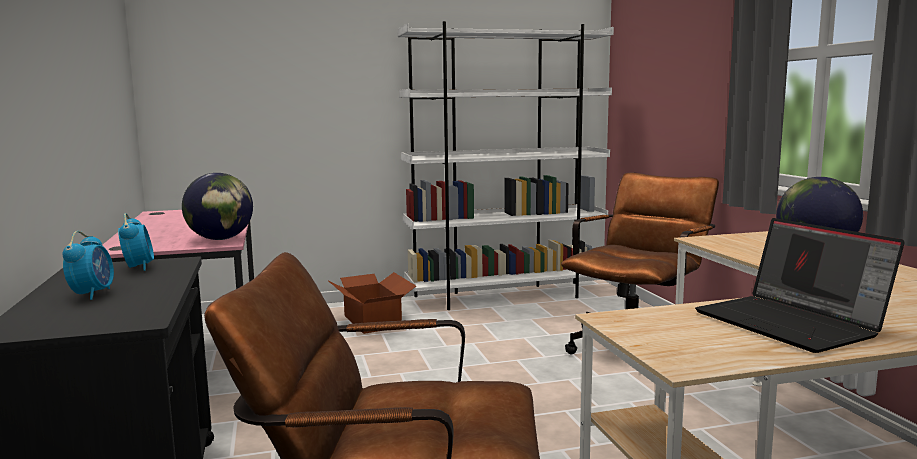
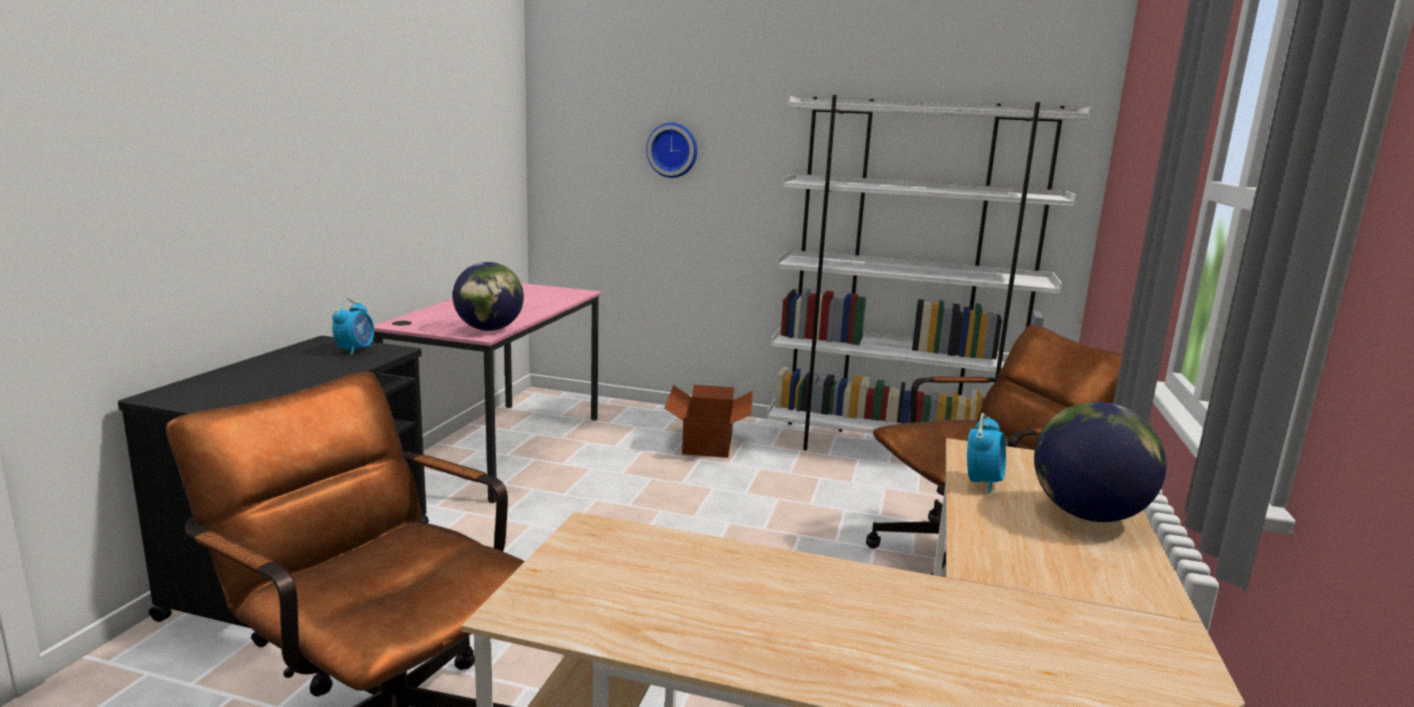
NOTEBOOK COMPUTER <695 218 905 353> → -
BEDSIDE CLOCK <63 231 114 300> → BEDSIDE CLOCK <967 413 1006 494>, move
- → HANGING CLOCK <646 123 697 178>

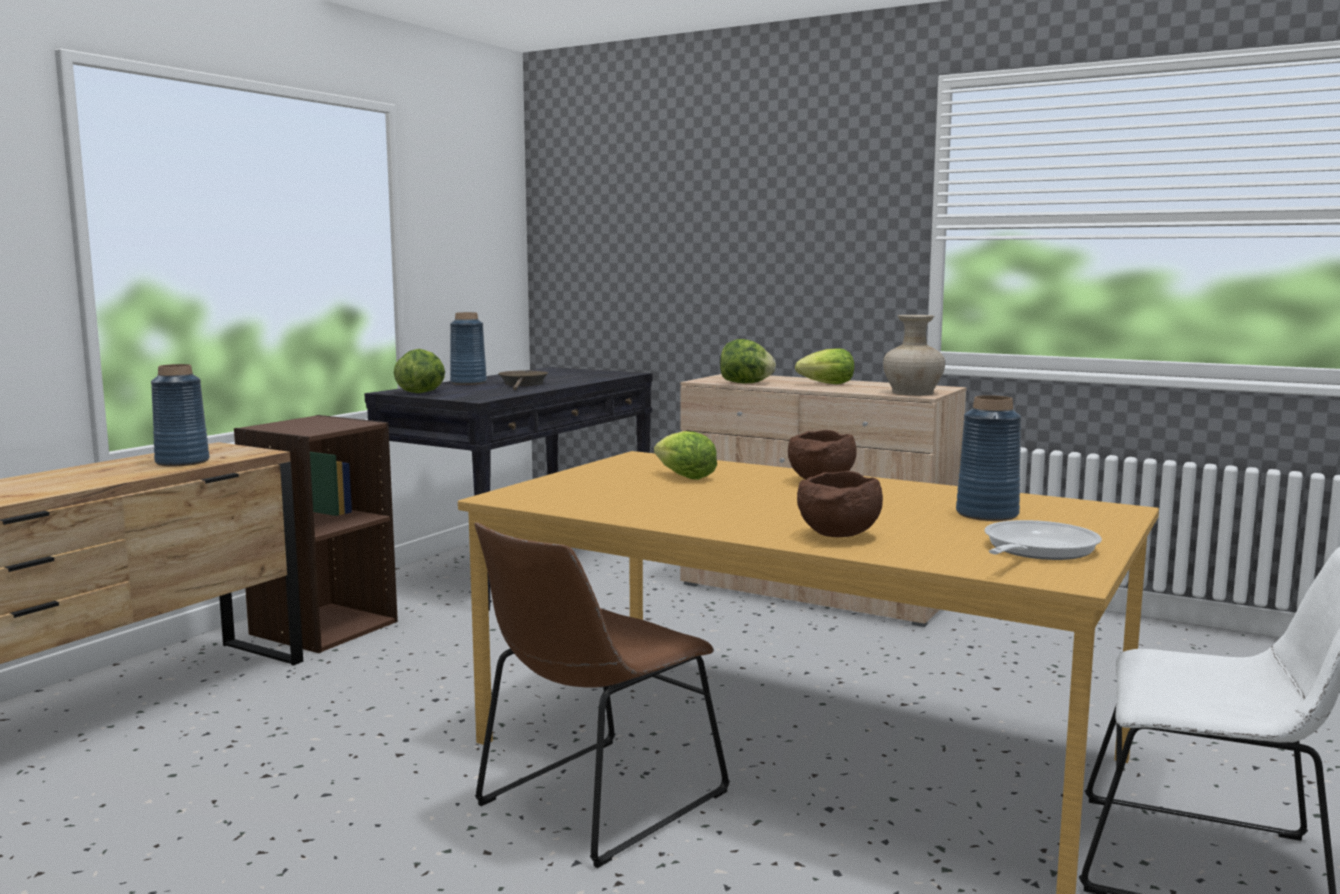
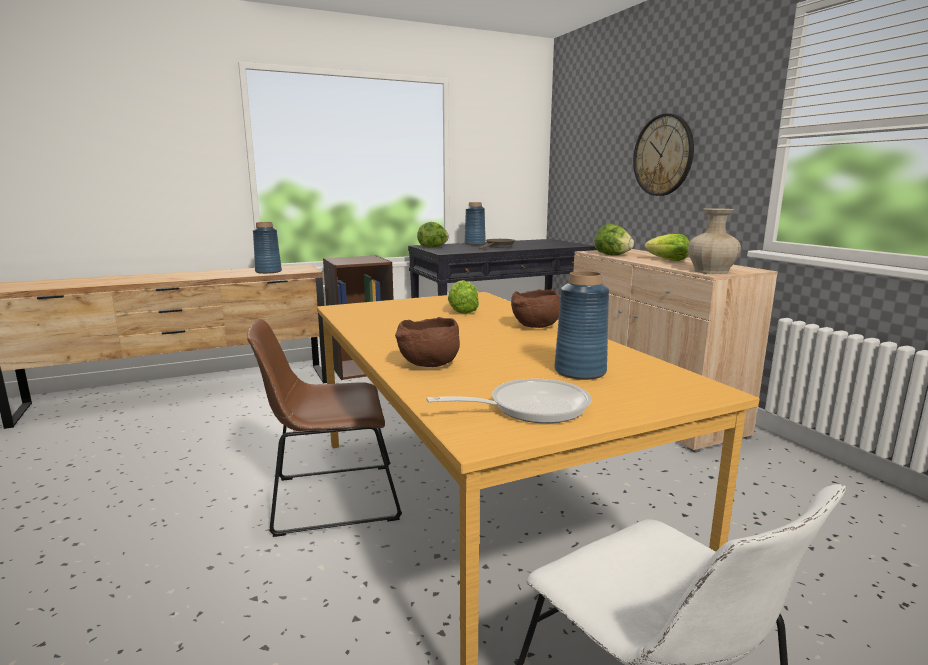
- → HANGING CLOCK <633 113 694 196>

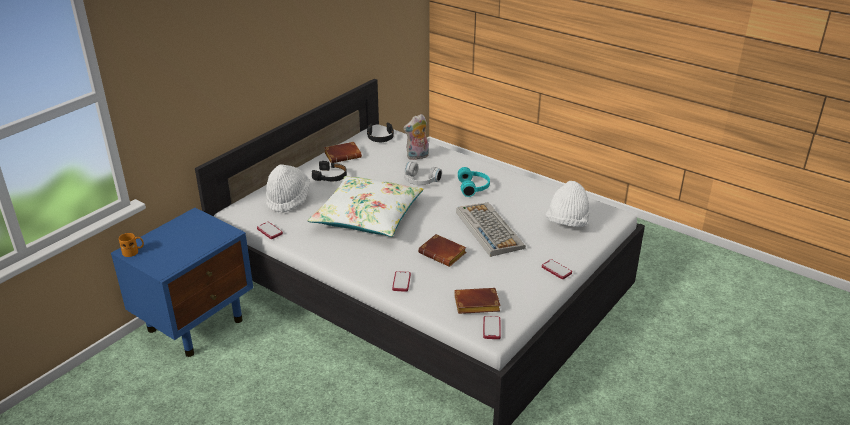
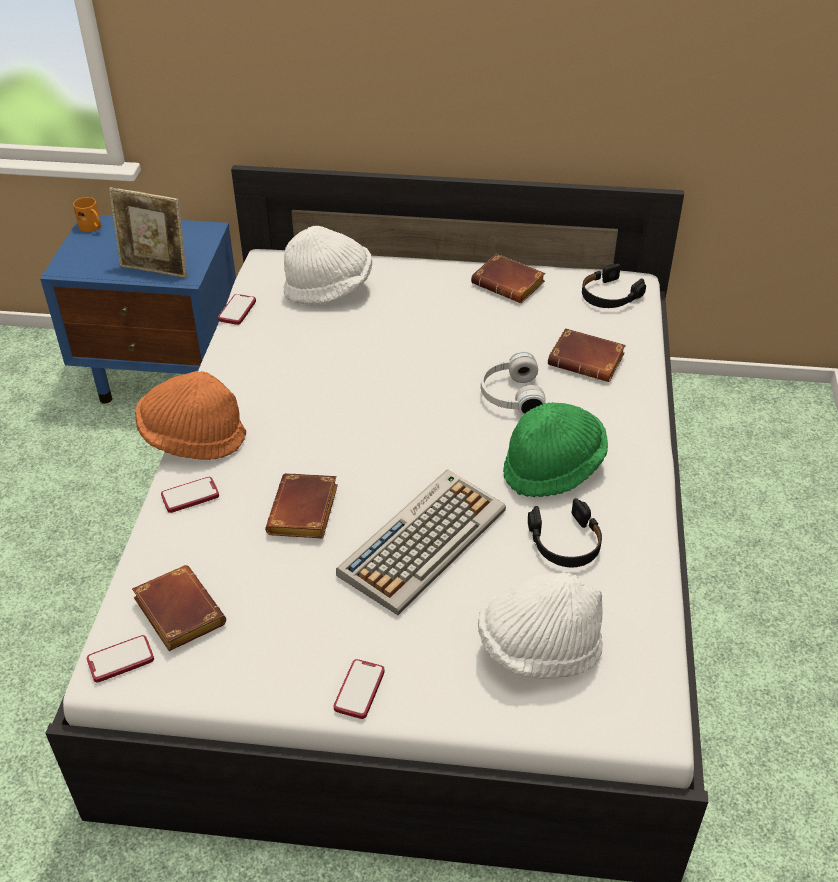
SOFT TOY <403 114 429 160> → BROWNISH VOLUME <548 328 626 382>
BLACKISH PAIR OF HEADPHONES <312 161 347 181> → BLACKISH PAIR OF HEADPHONES <528 498 602 567>, move
TURQUOISE PAIR OF HEADPHONES <458 167 490 197> → GREEN-COLOURED HAT <503 402 608 497>
WHITE-COLOURED THROW PILLOW <308 176 423 237> → -
- → STANDING FRAME <109 187 187 278>
- → ORANGEY HAT <135 371 246 460>

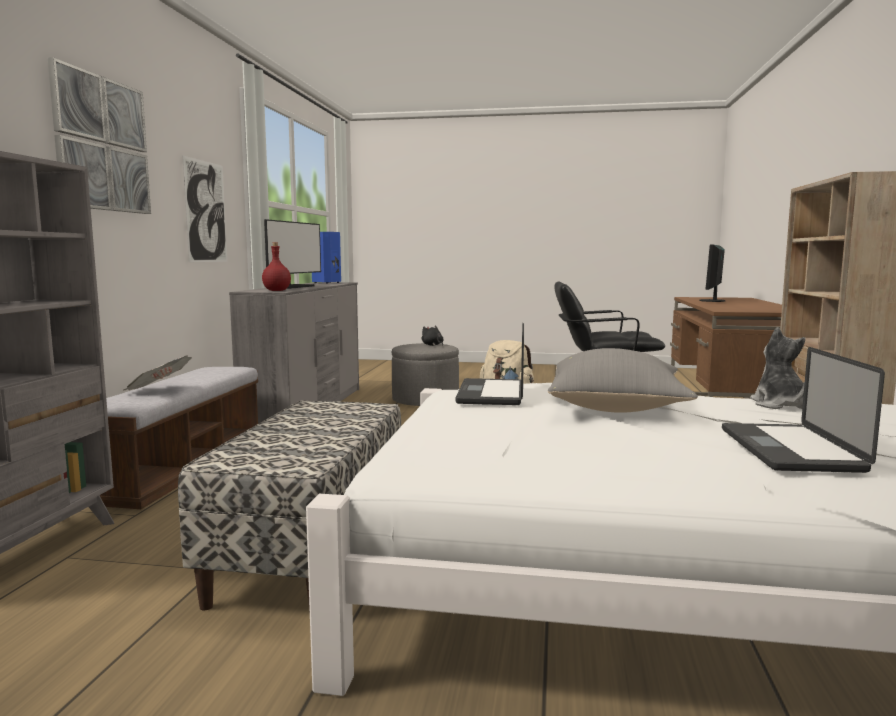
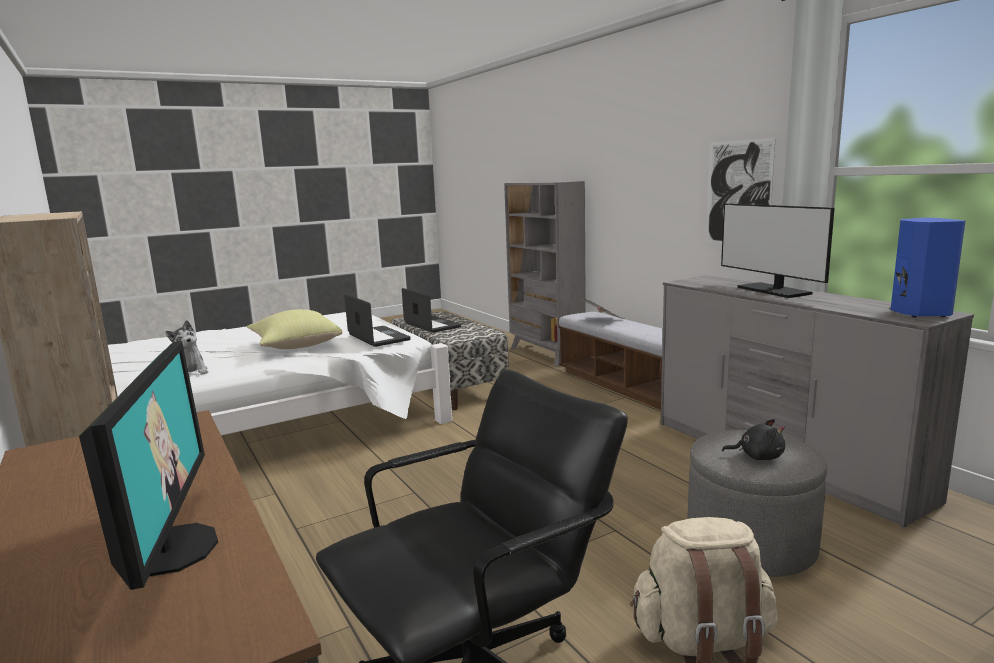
WALL ART <48 57 151 214> → -
RED BOTTLE <262 242 291 291> → -
NOTEBOOK COMPUTER <722 347 885 473> → NOTEBOOK COMPUTER <402 288 461 333>, move
GRAY THROW PILLOW <548 348 698 413> → YELLOW THROW PILLOW <247 309 343 349>

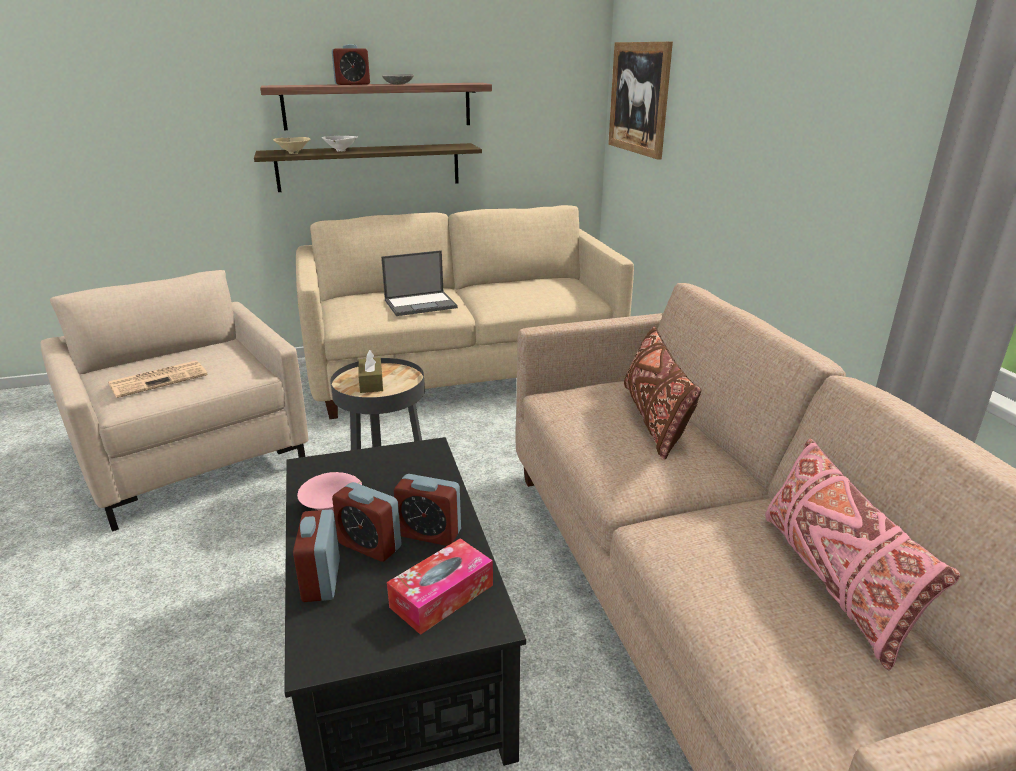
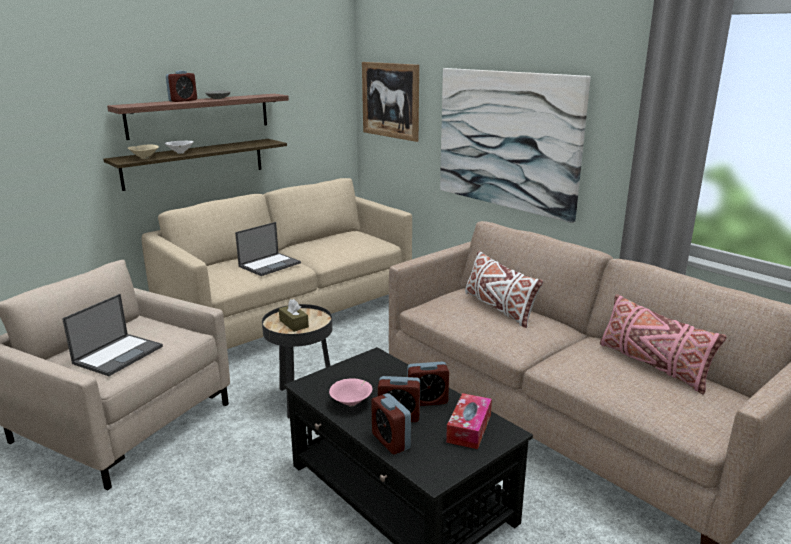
BROWNISH THROW PILLOW <624 327 701 459> → WHITE-COLOURED THROW PILLOW <465 251 543 328>
NEWSPAPER <108 360 208 398> → NOTEBOOK COMPUTER <62 294 163 376>
- → WALL ART <440 68 591 223>

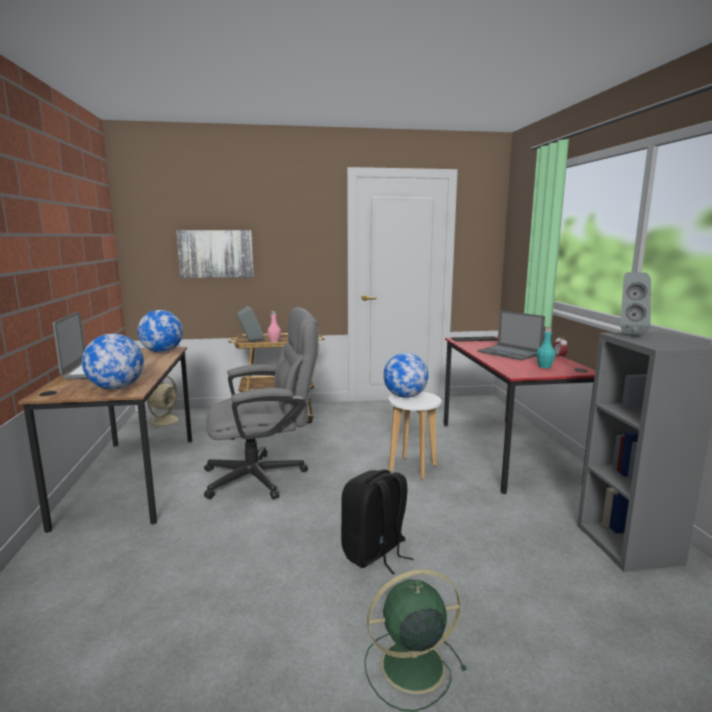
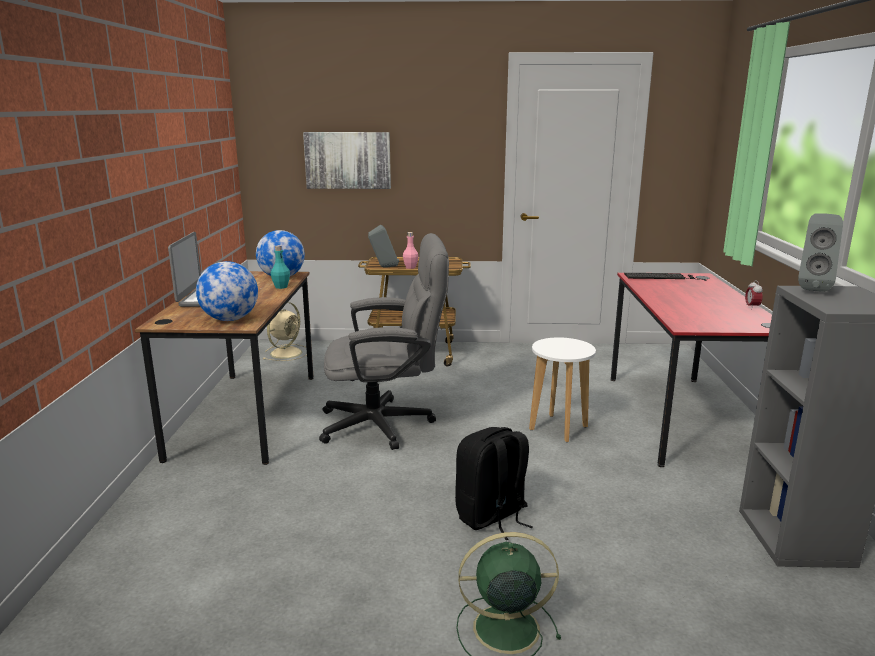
NOTEBOOK COMPUTER <477 310 545 361> → -
TURQUOISE BOTTLE <537 327 555 368> → TURQUOISE BOTTLE <271 245 290 289>, move
GLOBE <383 353 428 398> → -

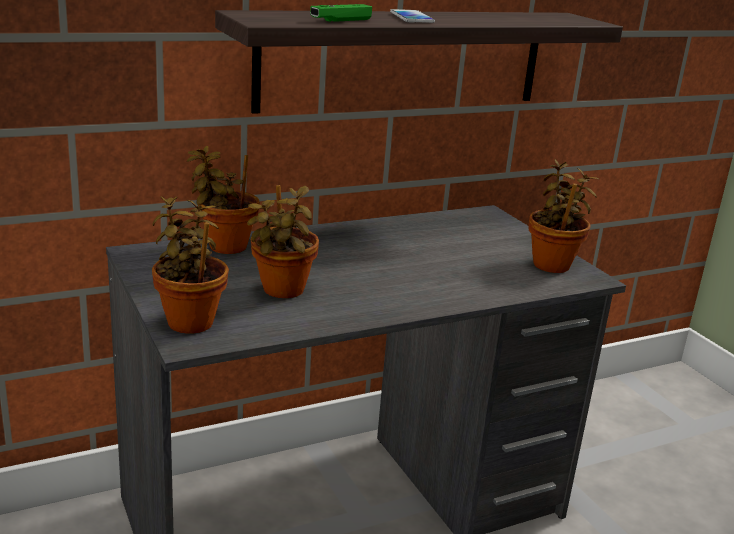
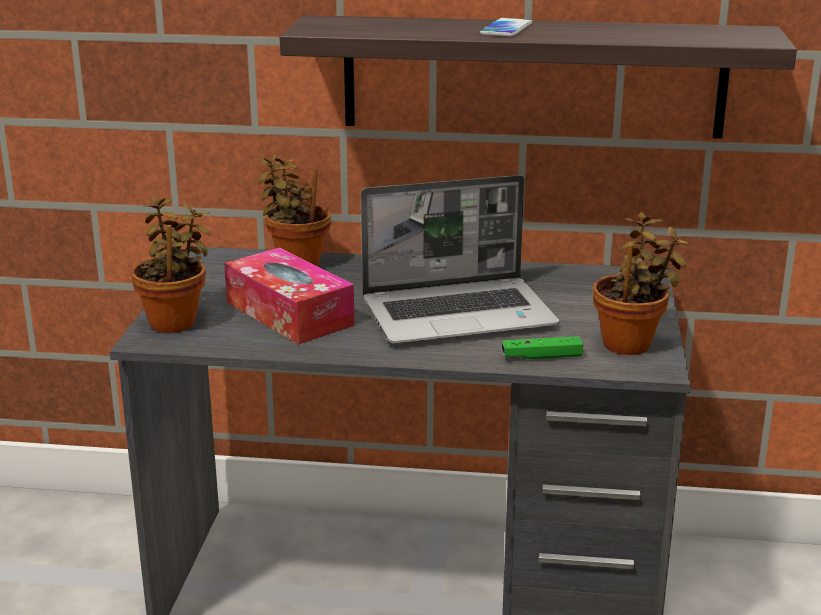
GREEN-COLOURED GAMEPAD <310 4 372 22> → GREEN-COLOURED GAMEPAD <502 336 583 360>, move
POTTED PLANT <247 185 319 298> → TISSUE HOLDER <224 248 355 345>
- → NOTEBOOK COMPUTER <361 175 559 343>

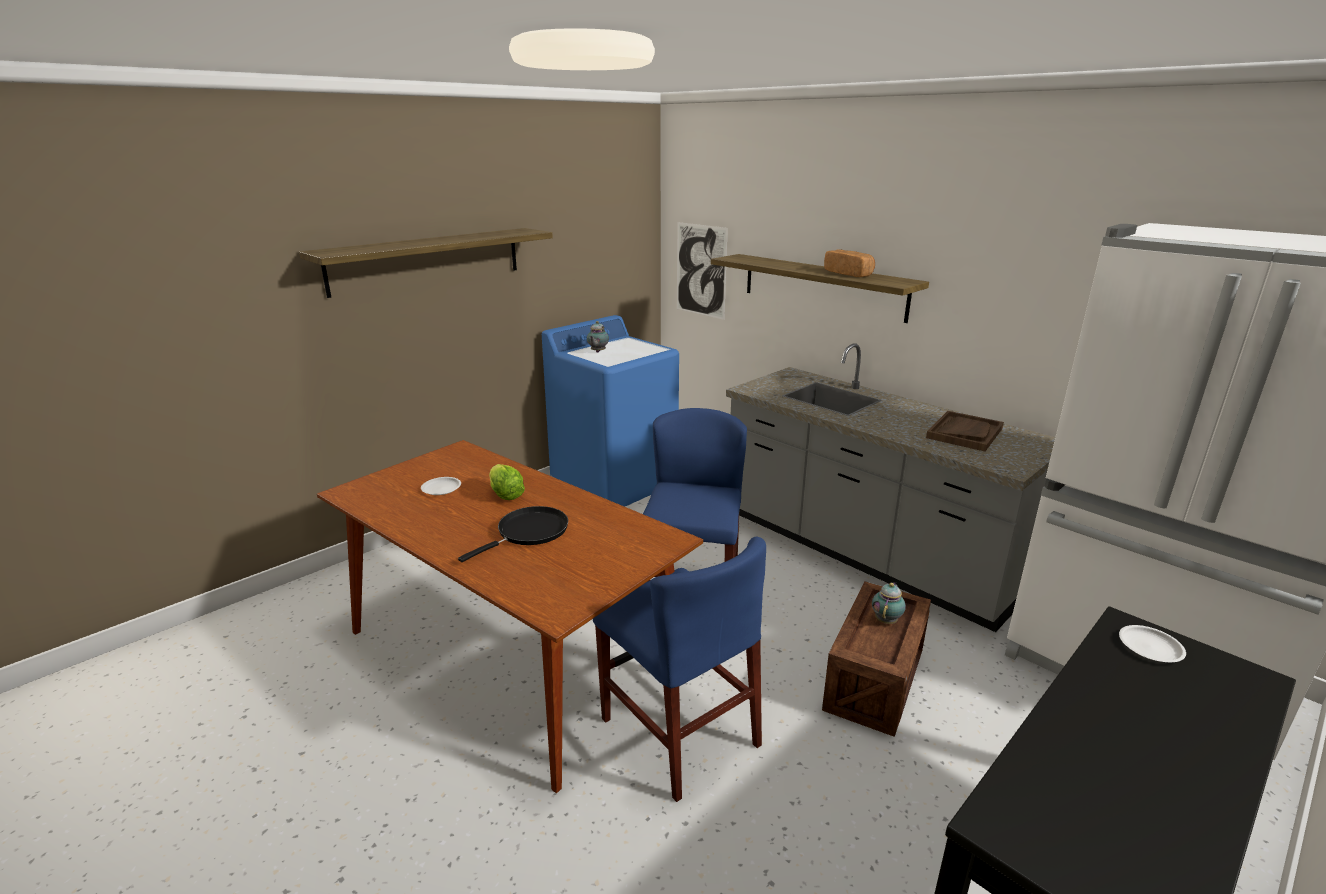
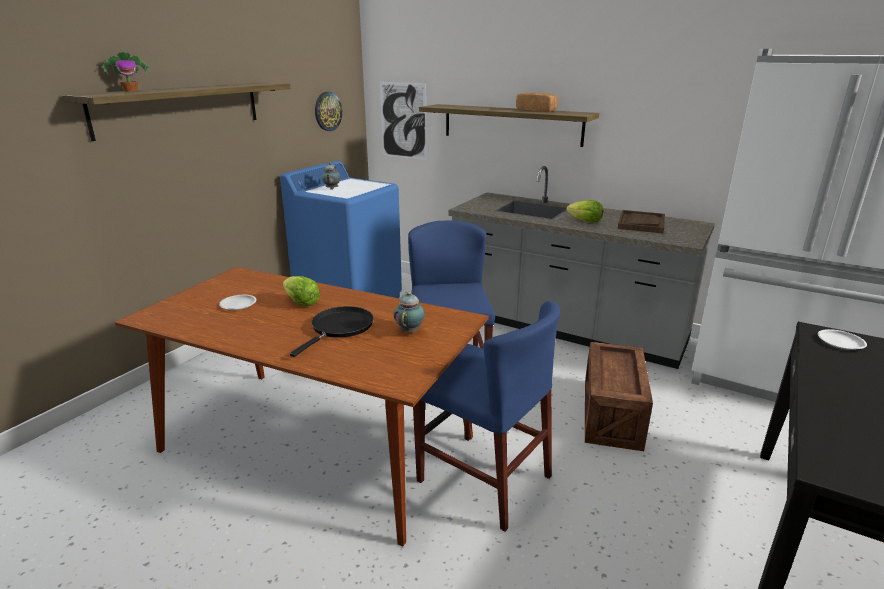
TEAPOT <872 582 906 624> → TEAPOT <394 292 425 334>, move
- → POTTED PLANT <101 51 150 92>
- → HANGING CLOCK <315 92 342 131>
- → LETTUCE HEAD <566 200 603 223>

